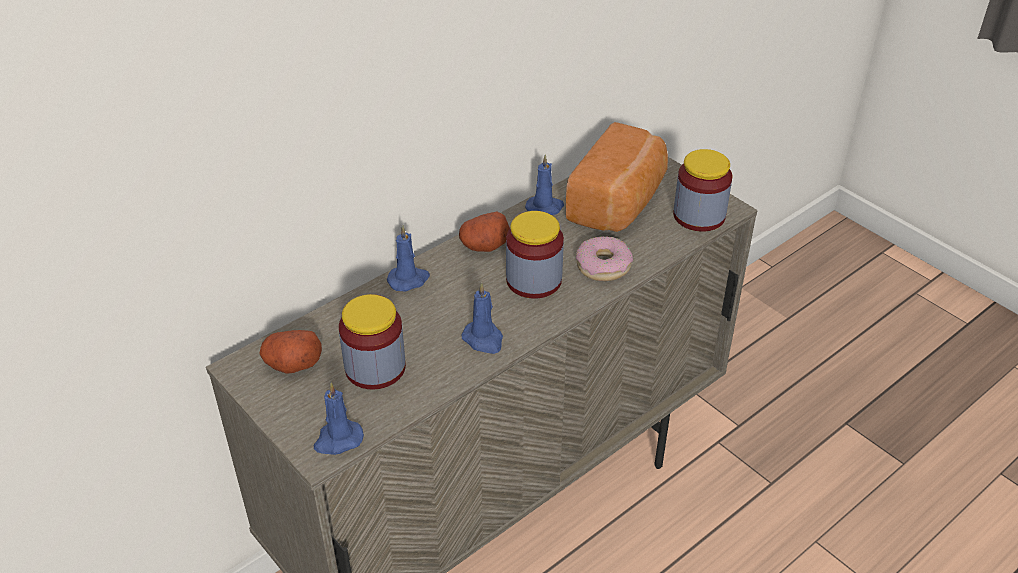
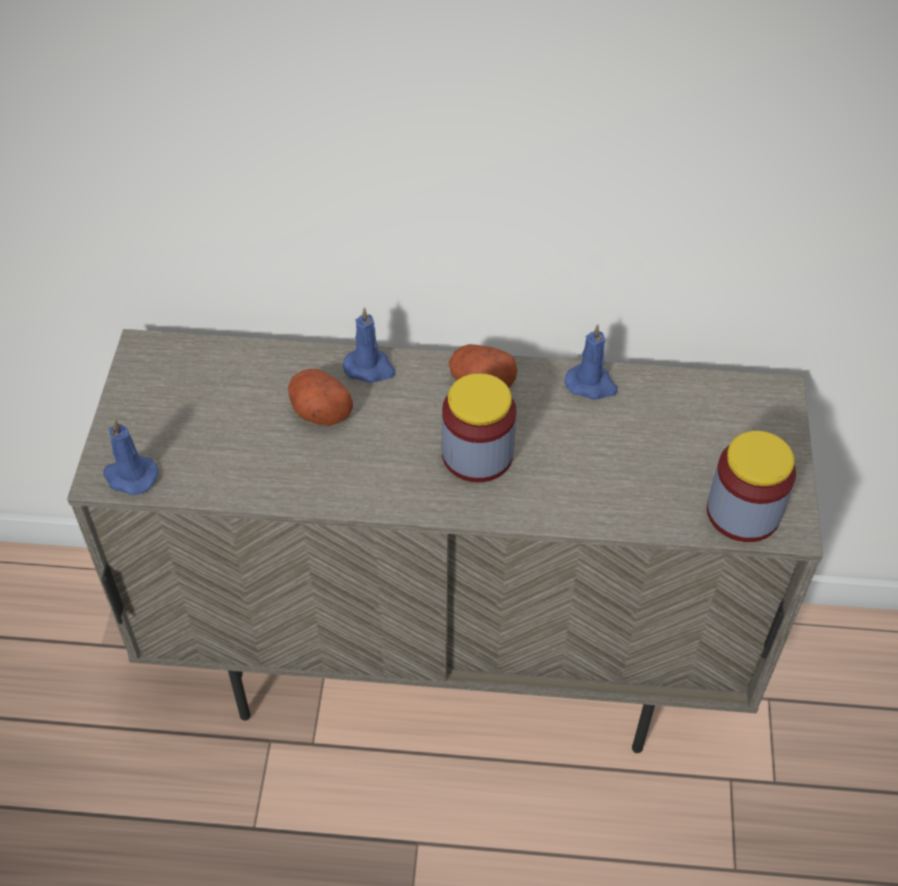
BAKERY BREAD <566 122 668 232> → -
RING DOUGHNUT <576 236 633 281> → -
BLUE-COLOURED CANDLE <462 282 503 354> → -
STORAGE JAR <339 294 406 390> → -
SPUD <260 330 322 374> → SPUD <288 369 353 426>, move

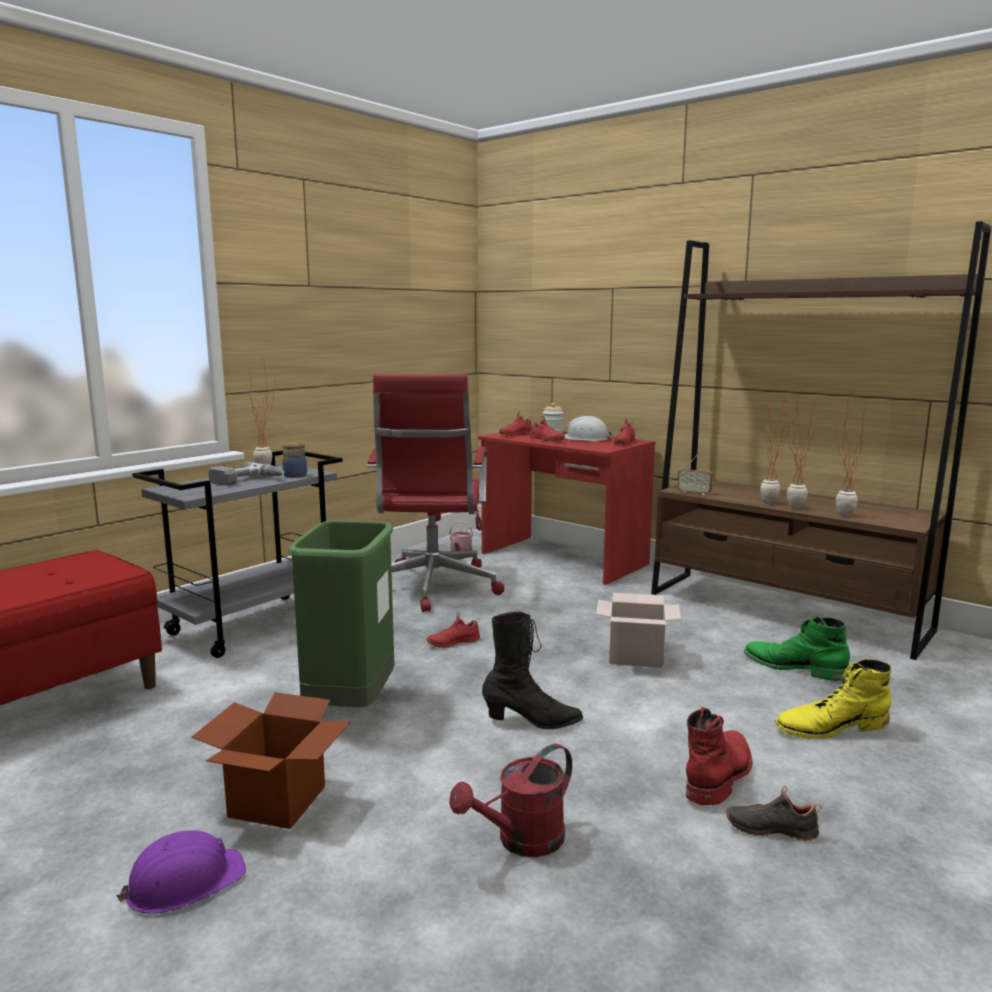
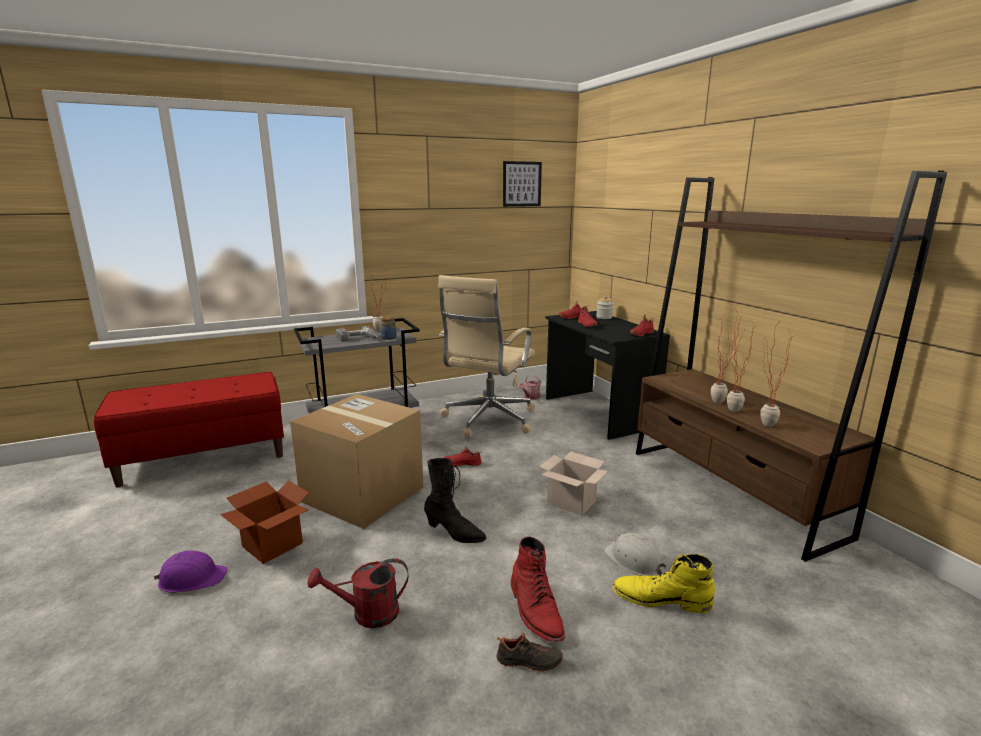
RED DESK CHAIR <367 374 504 612> → SAND-COLOURED DESK CHAIR <438 275 535 437>
WHITE-COLOURED WORK HELMET <564 416 613 441> → WHITE-COLOURED WORK HELMET <604 533 666 576>, move
RED DESK UNIT <478 431 655 585> → BLACKISH DESK UNIT <545 311 670 440>
RADIO RECEIVER <677 453 713 496> → -
GREEN-COLOURED WASTE BIN <288 520 394 707> → CARDBOARD BOX <290 394 424 529>
GREEN-COLOURED BOOT <744 617 850 681> → -
RED BOOT <686 707 752 805> → RED BOOT <511 537 565 642>, 105 degrees clockwise
BLACKISH ITEM OF FOOTWEAR <726 786 822 841> → BLACKISH ITEM OF FOOTWEAR <497 632 563 672>, 150 degrees clockwise
- → WALL ART <503 161 542 207>

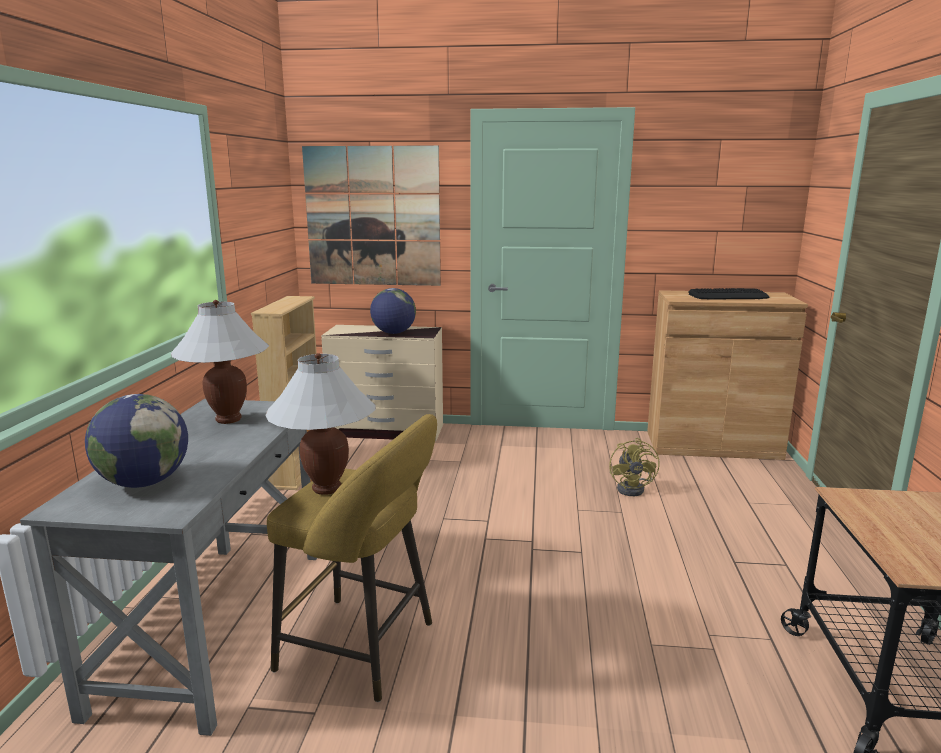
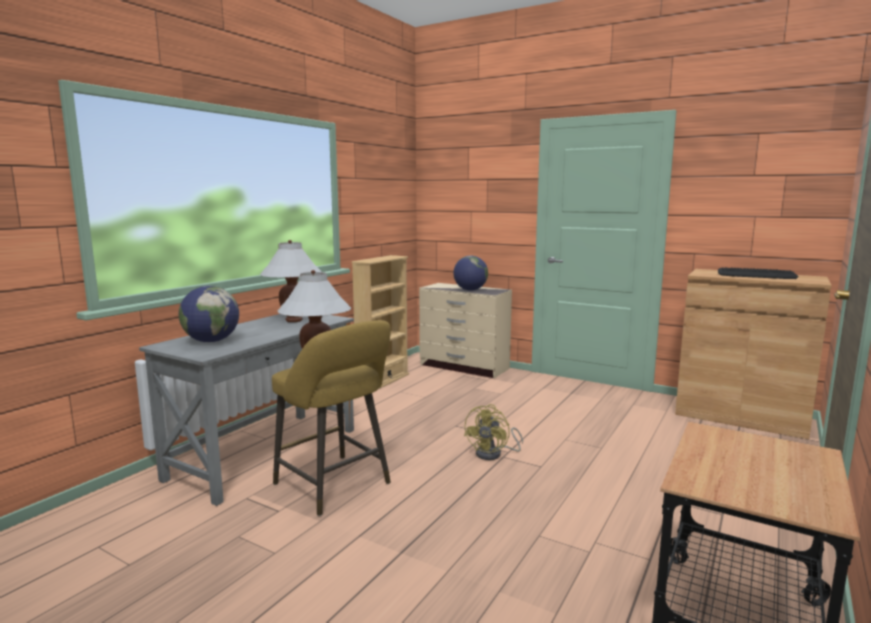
WALL ART <302 145 441 286> → -
YELLOW FAN <609 438 659 496> → YELLOW FAN <464 404 523 460>, move

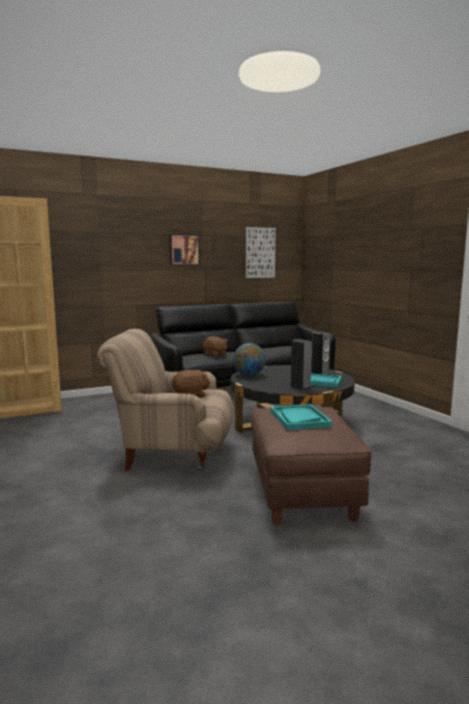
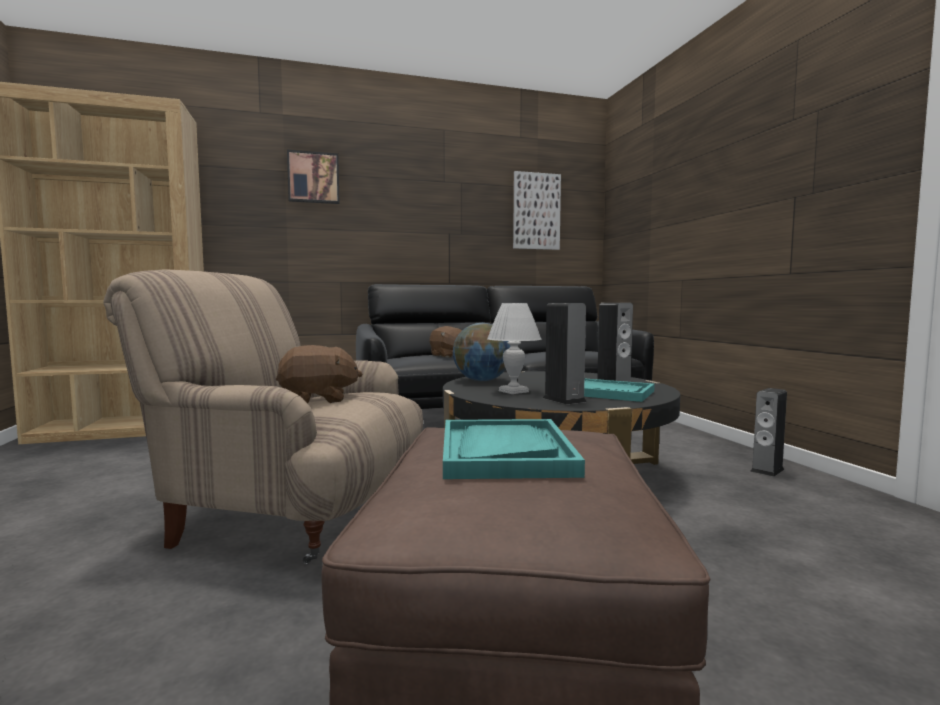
WALL ART <169 234 200 266> → WALL ART <287 150 340 204>, move
- → WHITE-COLOURED TABLE LAMP <487 303 541 394>
- → AUDIO SPEAKER <750 388 787 477>

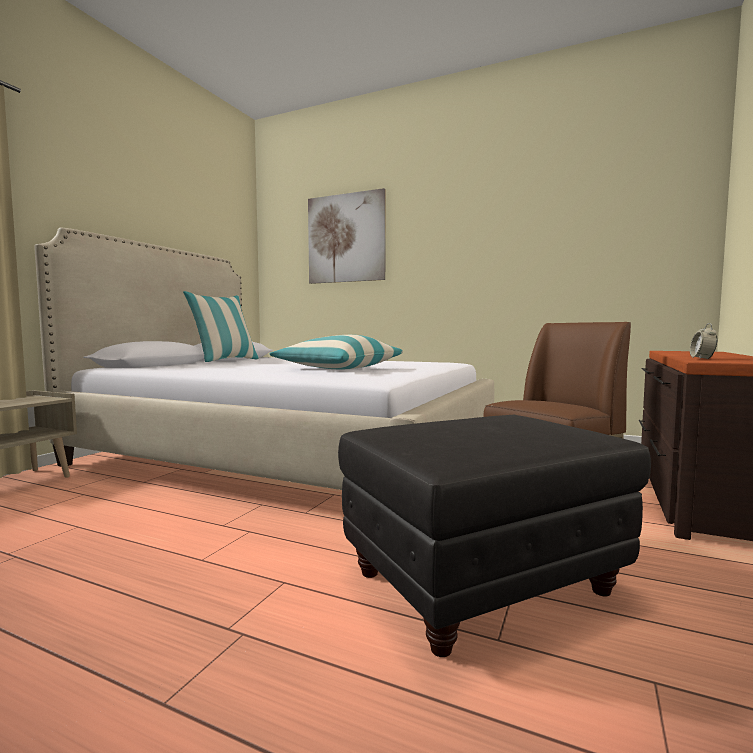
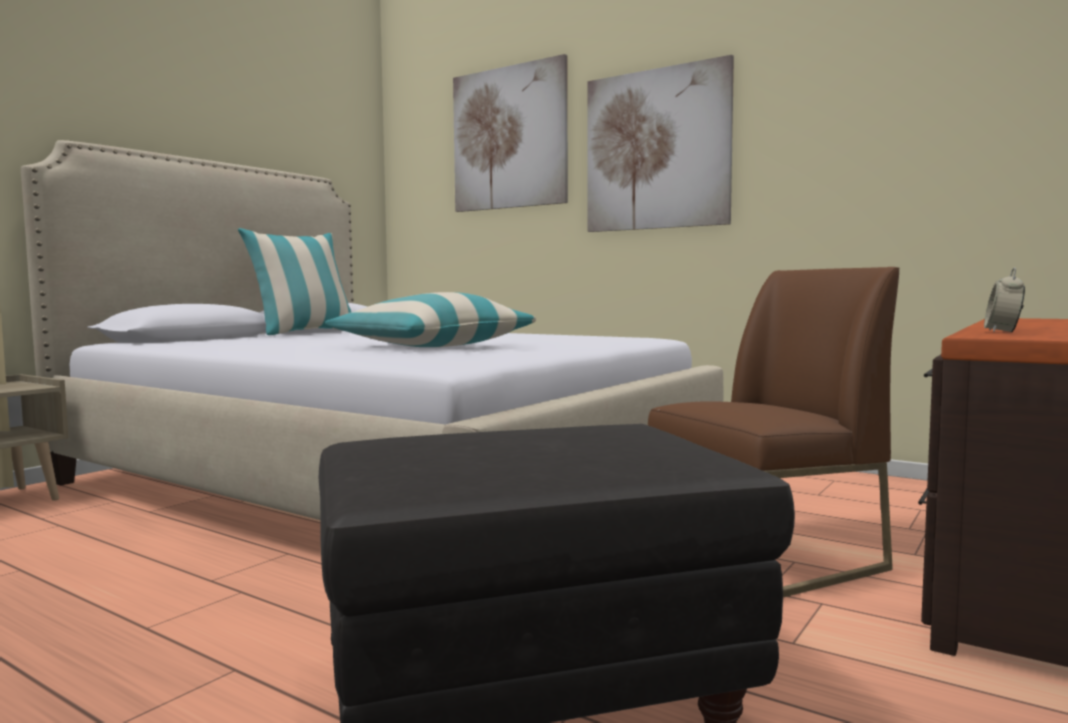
- → WALL ART <587 55 734 232>

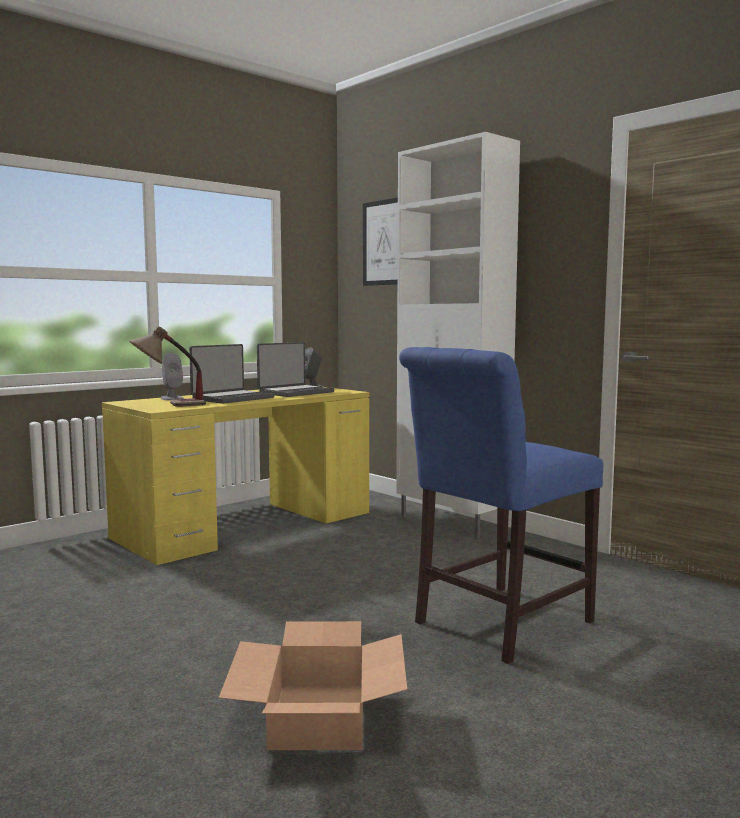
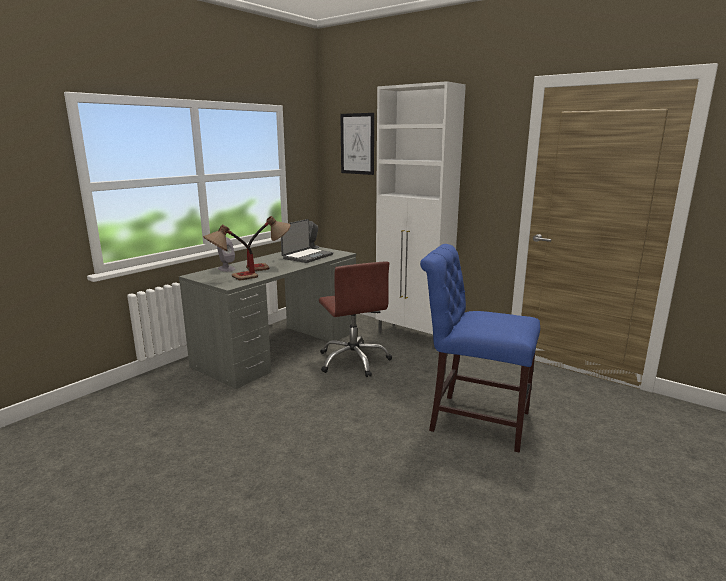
NOTEBOOK COMPUTER <189 344 275 404> → TABLE LAMP <246 216 291 271>
BLUE-COLOURED CHAIR <399 347 603 664> → BLUE-COLOURED CHAIR <420 244 540 453>, 75 degrees clockwise
YELLOW DESK UNIT <102 387 369 565> → GRAY DESK UNIT <179 247 356 389>
CARDBOARD BOX <219 621 407 750> → -
- → BROWNISH DESK CHAIR <319 261 392 377>

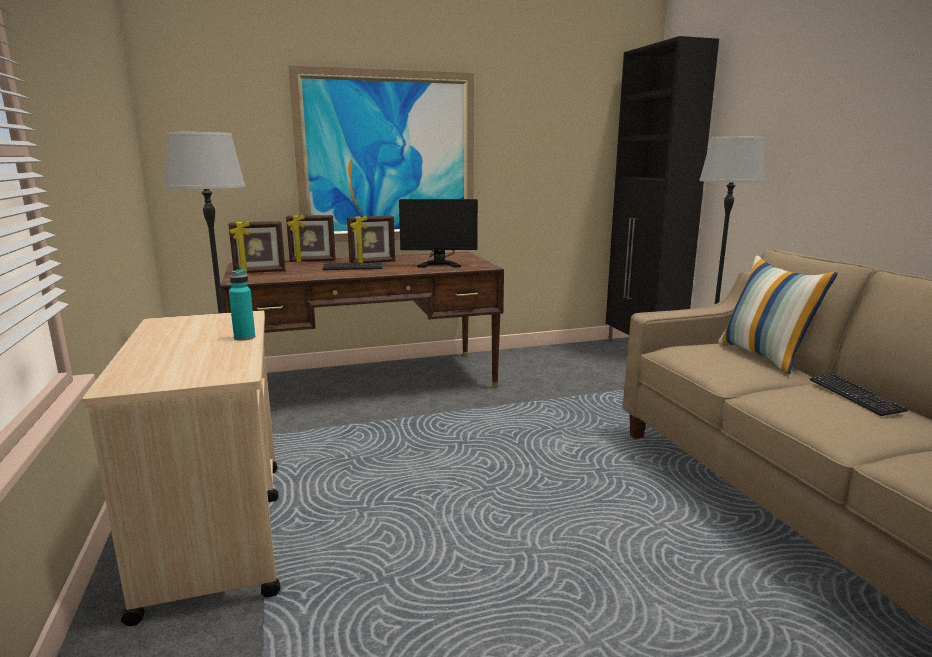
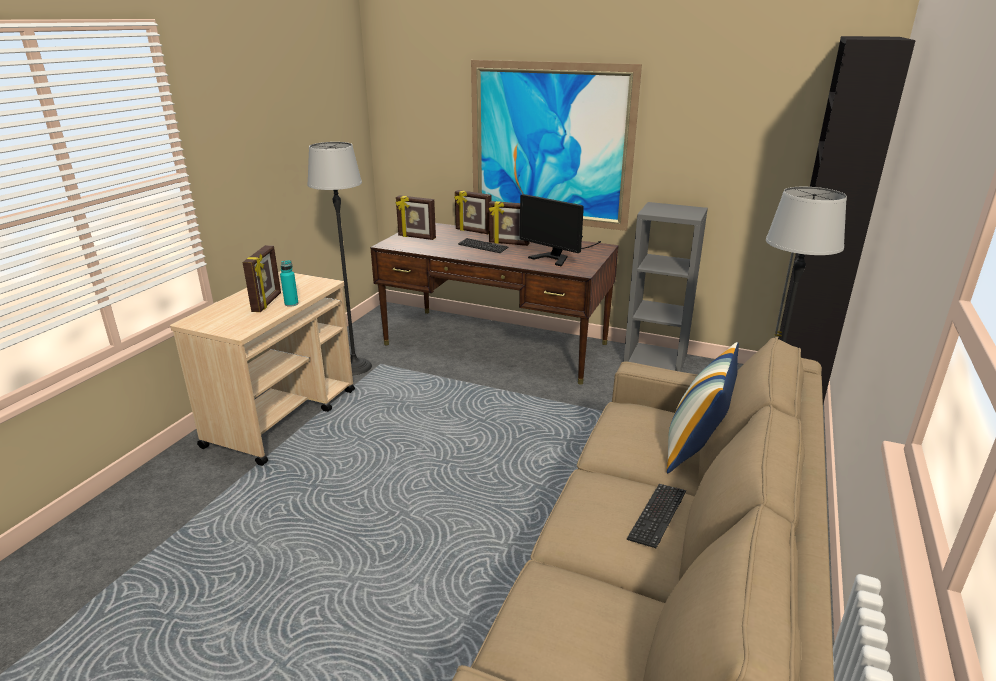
- → GRAY BOOKSHELF <623 202 708 372>
- → STANDING FRAME <243 245 281 312>

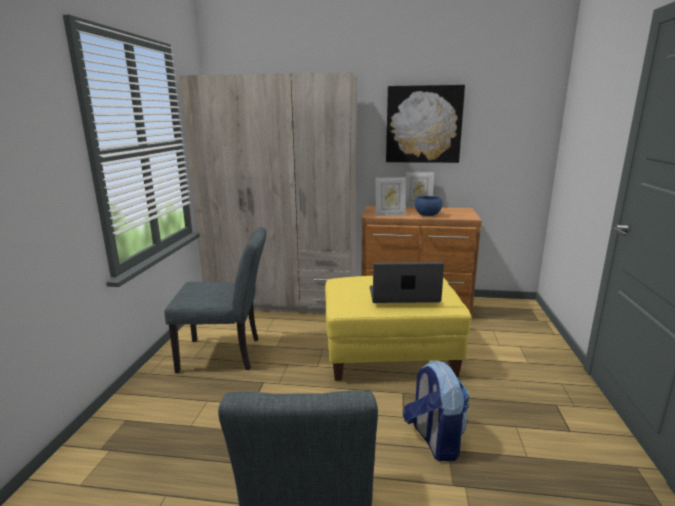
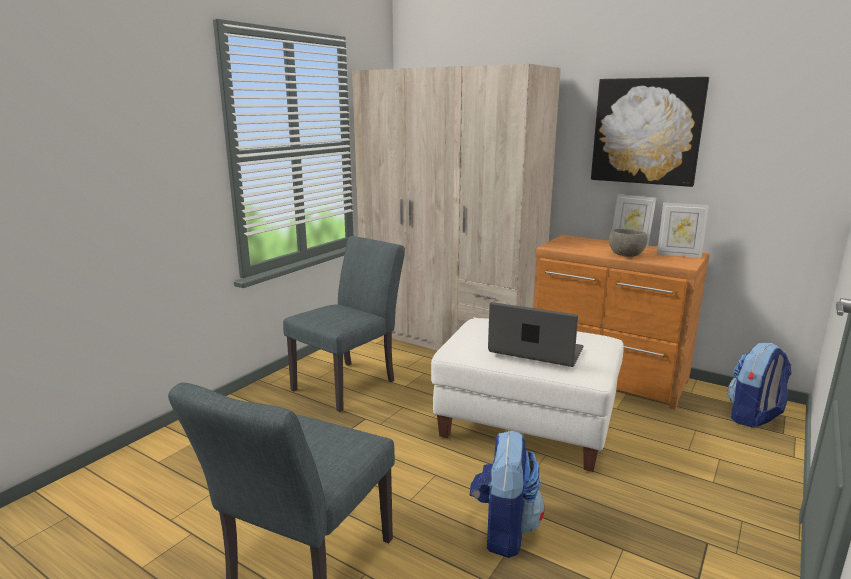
STANDING FRAME <375 177 406 216> → STANDING FRAME <657 202 709 258>, move
BLUE-COLOURED BOWL <415 196 442 216> → GRAY BOWL <609 228 648 257>
GRAY CHAIR <164 227 266 373> → GRAY CHAIR <283 236 405 412>, 75 degrees counterclockwise
YELLOW FOOTREST <325 276 471 381> → WHITE-COLOURED FOOTREST <431 318 624 472>
- → KNAPSACK <728 343 792 428>

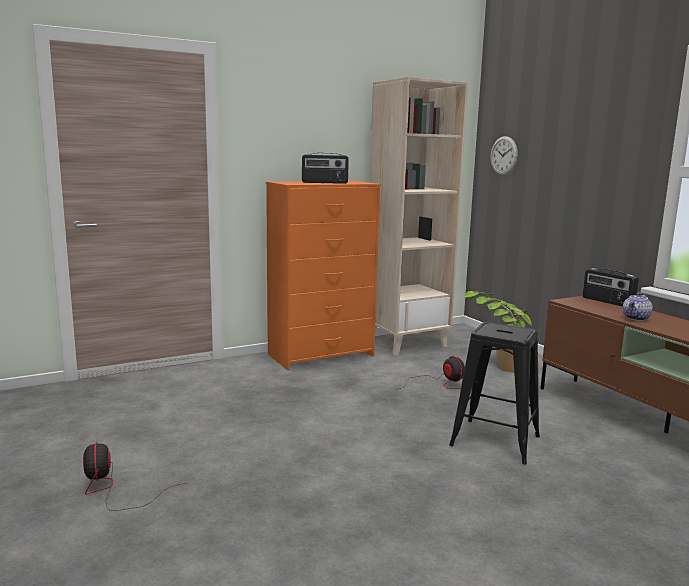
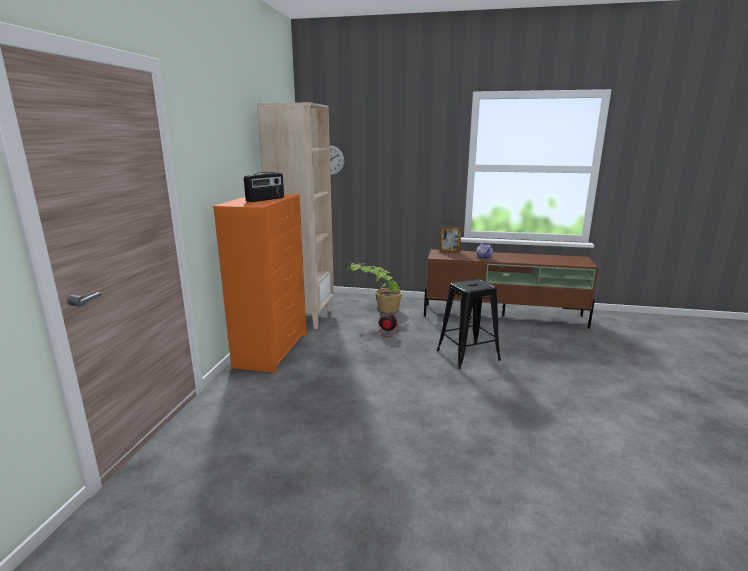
RADIO RECEIVER <583 268 639 307> → STANDING FRAME <440 227 462 252>
FAN <83 442 187 511> → -

